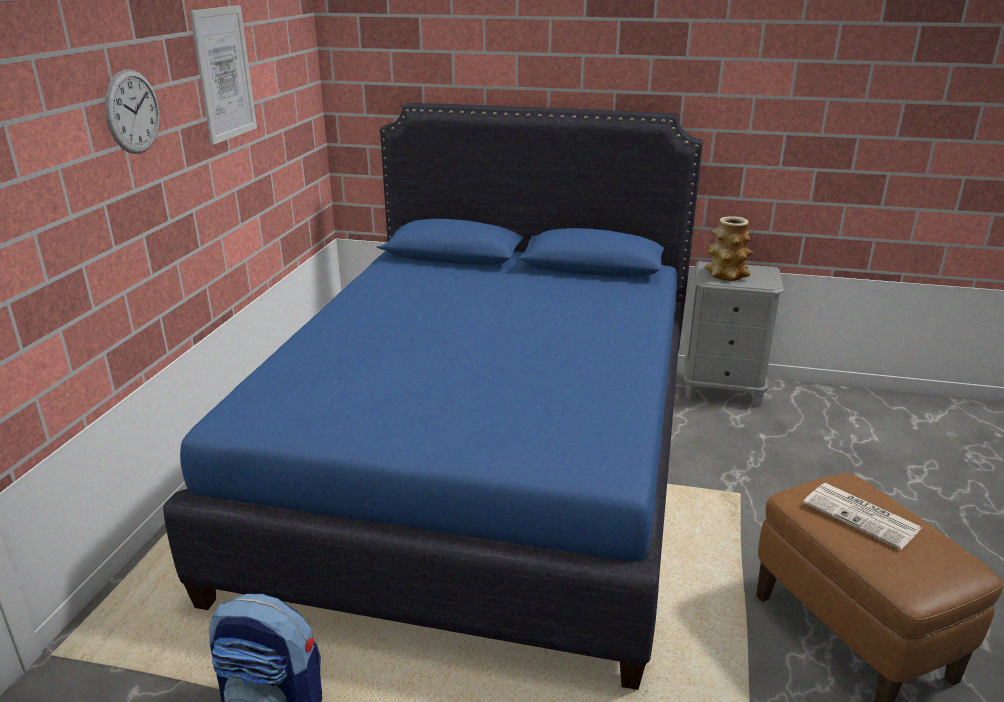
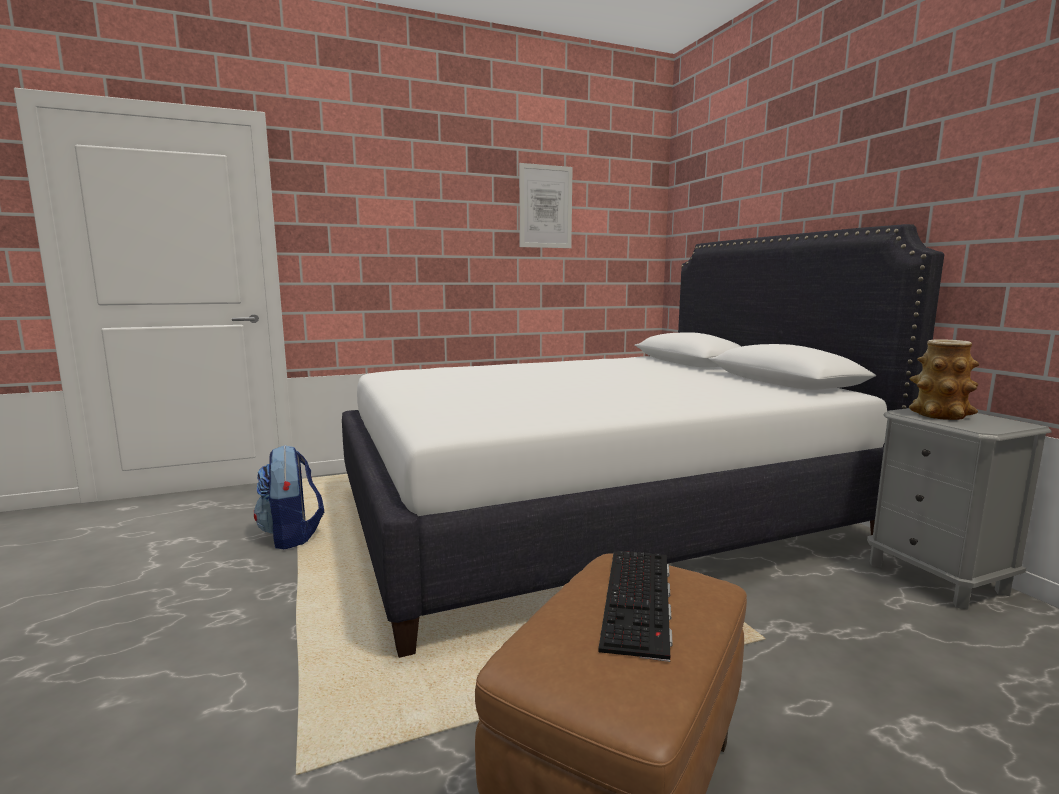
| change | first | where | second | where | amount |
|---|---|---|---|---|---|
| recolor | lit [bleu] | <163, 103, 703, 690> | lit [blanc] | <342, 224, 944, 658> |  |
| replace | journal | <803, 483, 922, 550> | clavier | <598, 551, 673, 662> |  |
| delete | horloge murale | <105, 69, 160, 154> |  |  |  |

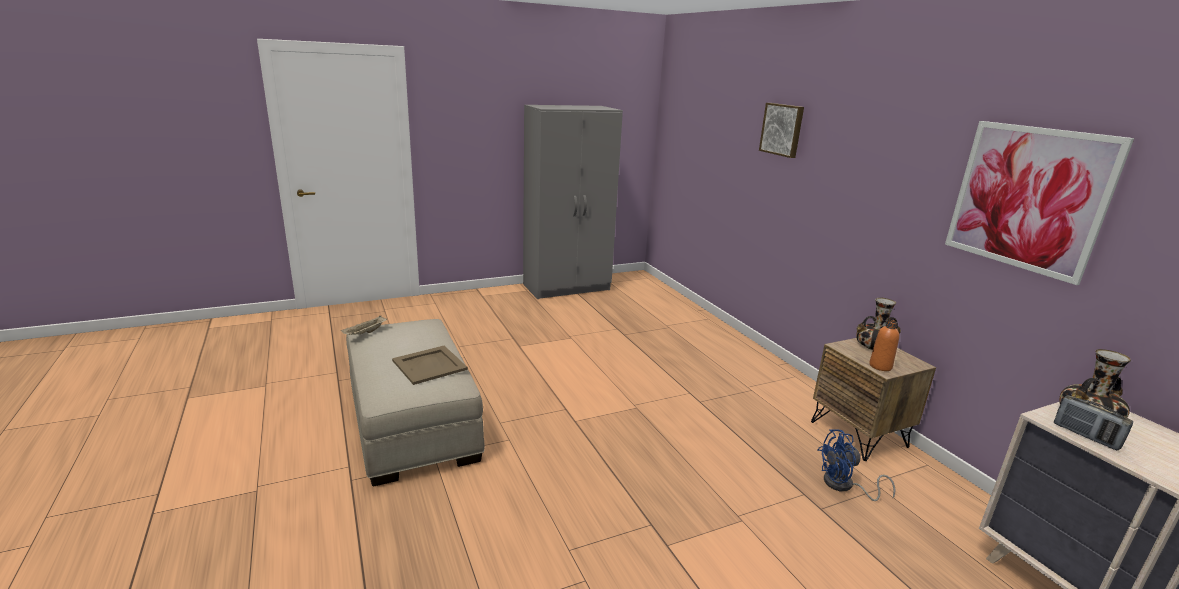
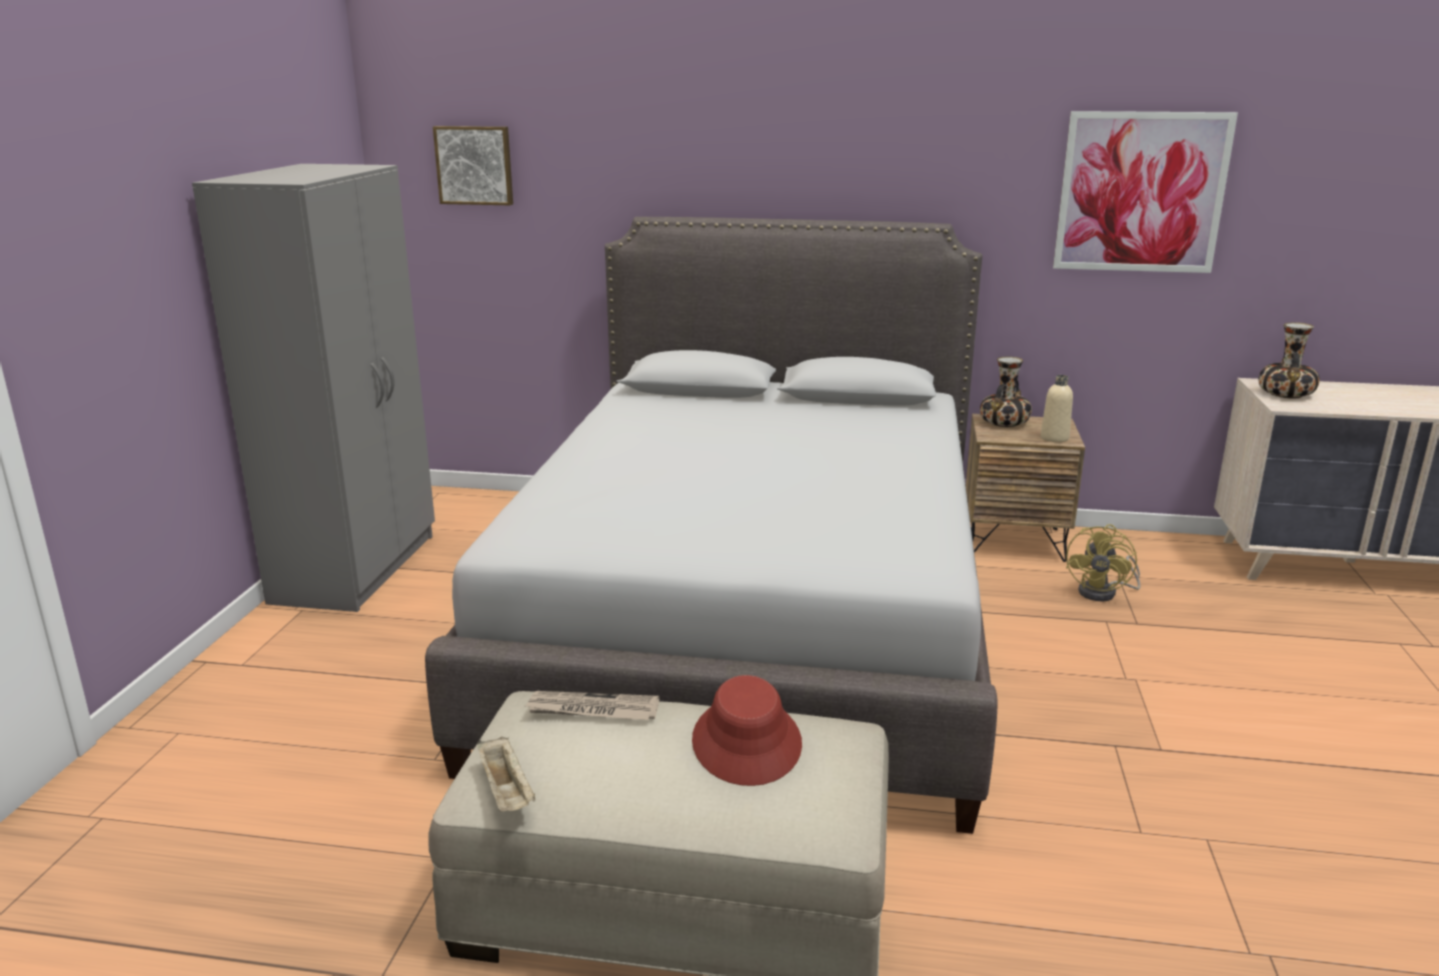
| change | first | where | second | where | amount |
|---|---|---|---|---|---|
| insert |  |  | lit [gris] | <425, 217, 998, 834> |  |
| move | tableau | <759, 103, 804, 158> |  | <433, 126, 513, 205> |  |
| insert |  |  | journal | <525, 691, 659, 720> |  |
| replace | plateau [beige] | <392, 346, 468, 385> | chapeau [rouge] | <692, 675, 802, 786> |  |
| recolor | bouteille [orange] | <869, 320, 899, 371> | bouteille [beige] | <1041, 375, 1073, 442> |  |
| recolor | ventilateur [bleu] | <817, 429, 896, 501> | ventilateur [jaune] | <1066, 524, 1140, 602> |  |
| delete | radio | <1054, 395, 1133, 450> |  |  |  |

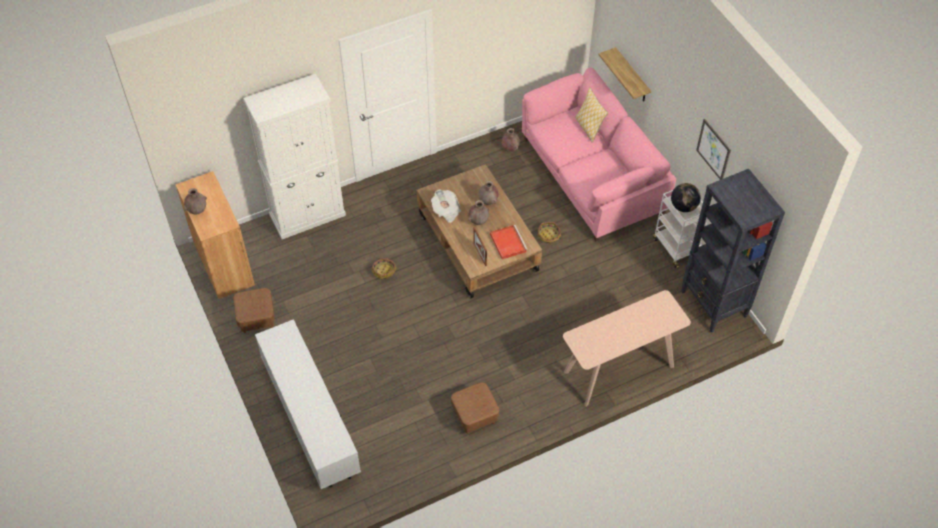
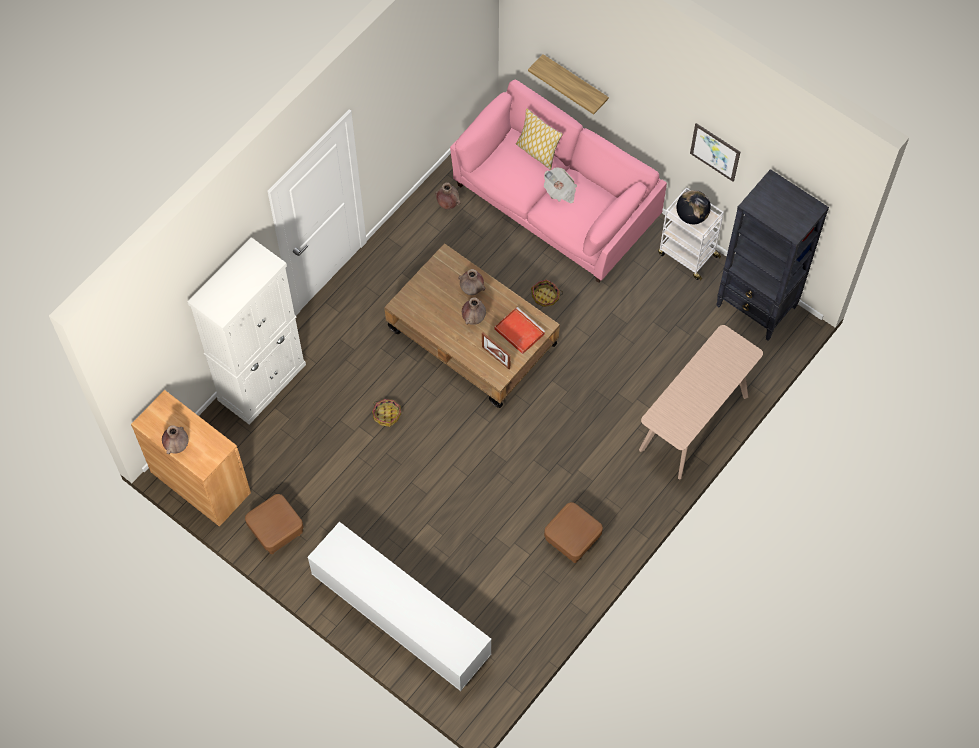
| change | first | where | second | where | amount |
|---|---|---|---|---|---|
| move | journal | <431, 189, 461, 223> |  | <544, 167, 577, 203> |  |

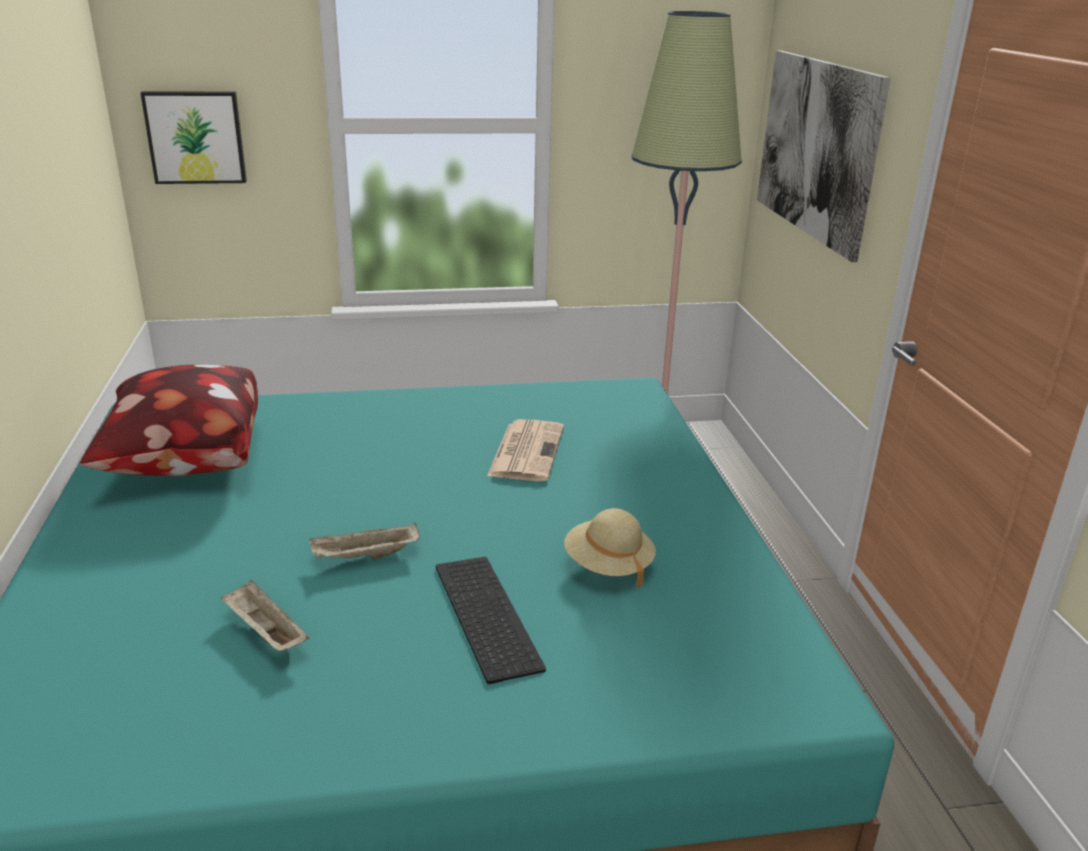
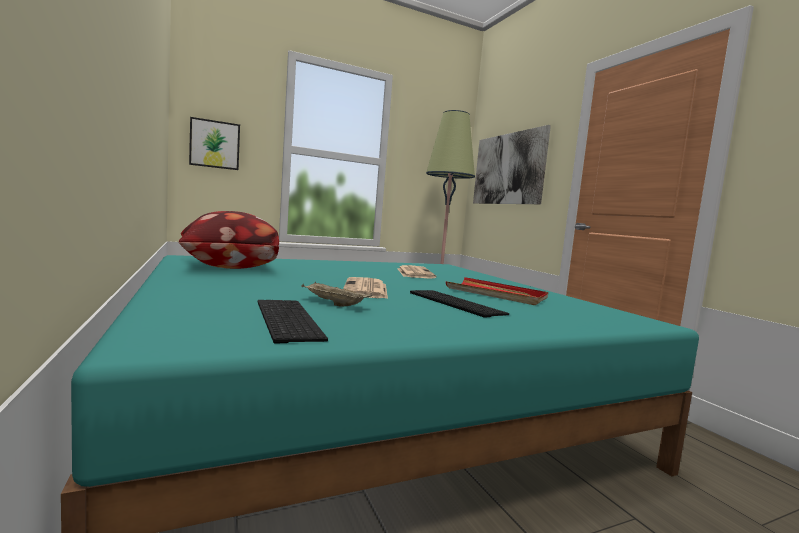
| change | first | where | second | where | amount |
|---|---|---|---|---|---|
| insert |  |  | clavier | <258, 300, 328, 344> |  |
| replace | plateau [beige] | <309, 523, 420, 559> | journal | <343, 277, 388, 299> |  |
| replace | chapeau [beige] | <564, 508, 656, 587> | plateau [rouge] | <446, 277, 548, 305> |  |

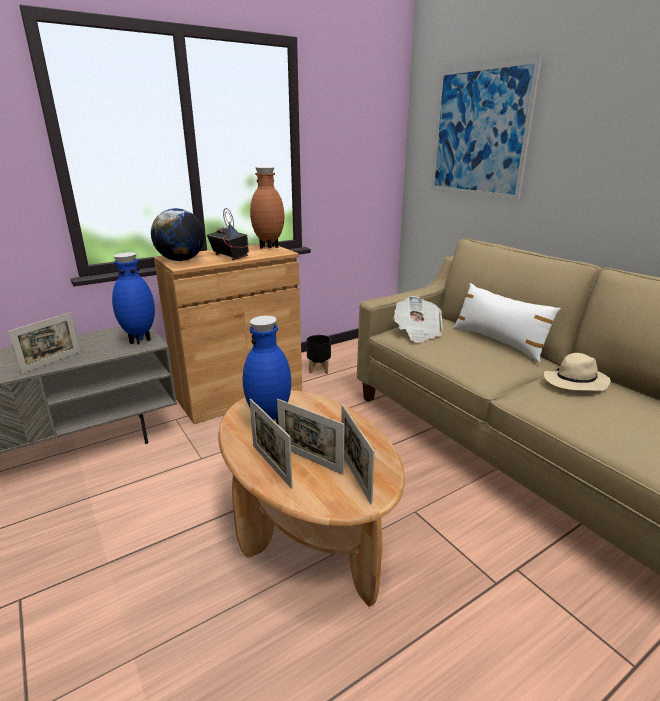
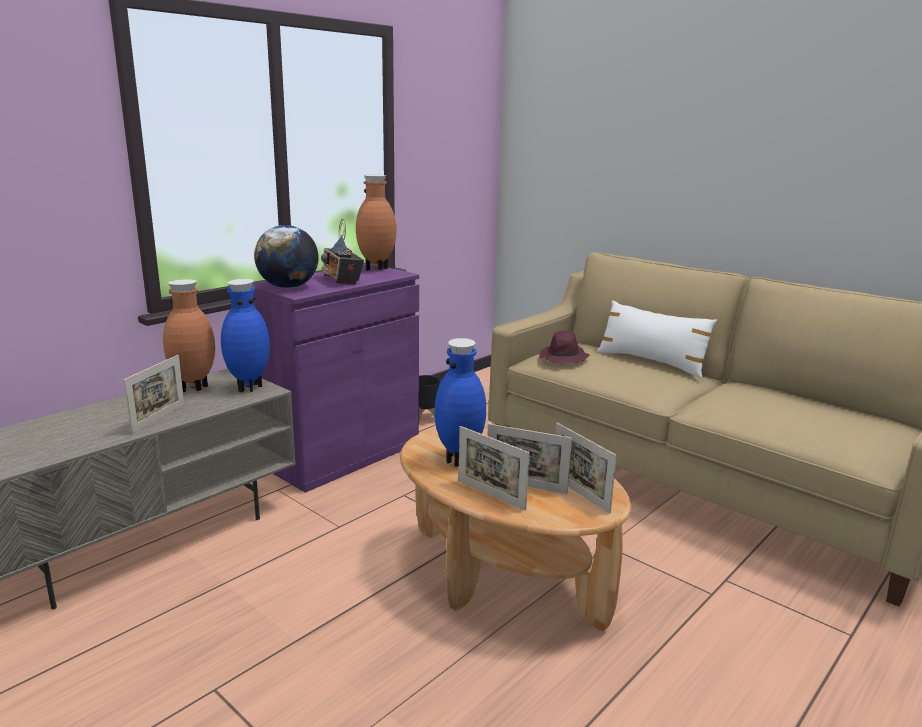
| change | first | where | second | where | amount |
|---|---|---|---|---|---|
| insert |  |  | vase [marron] | <163, 279, 215, 392> |  |
| recolor | meuble de rangement [marron] | <154, 244, 302, 424> | meuble de rangement [violet] | <252, 264, 419, 493> |  |
| rotate | radio | <207, 208, 249, 260> |  | <321, 219, 364, 284> | 150 degrees counterclockwise |
| replace | journal | <393, 296, 443, 343> | chapeau [violet] | <539, 331, 590, 364> |  |
| delete | tableau | <431, 57, 542, 200> |  |  |  |
| delete | chapeau [beige] | <544, 353, 611, 391> |  |  |  |

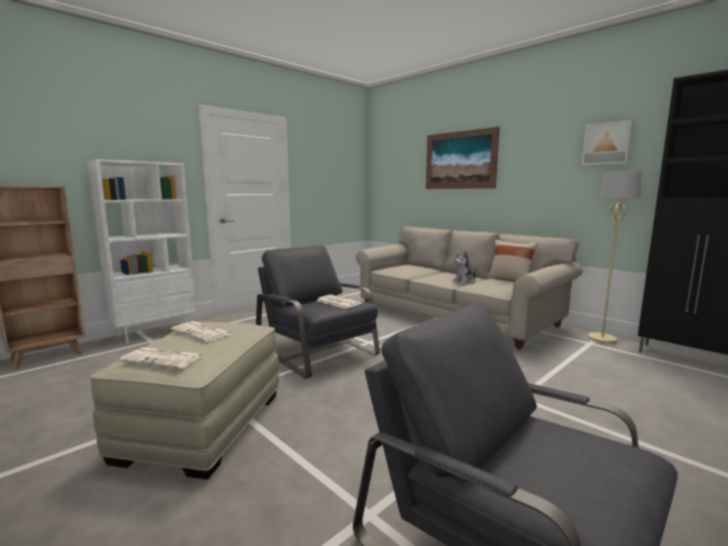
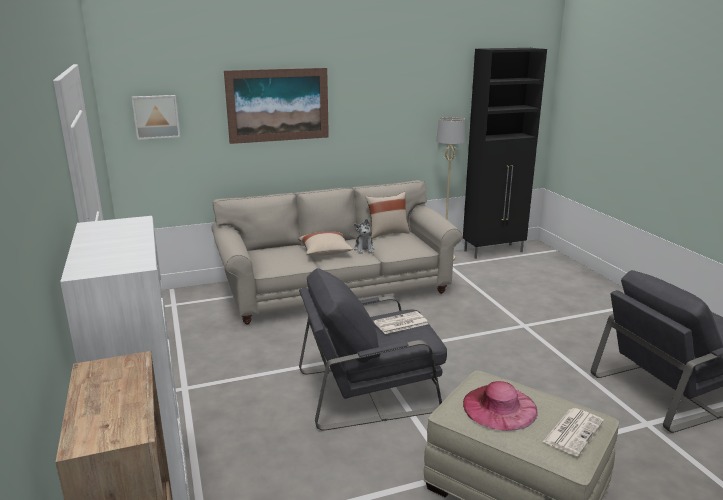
| change | first | where | second | where | amount |
|---|---|---|---|---|---|
| move | tableau | <582, 120, 633, 165> |  | <132, 95, 180, 140> |  |
| insert |  |  | coussin [beige] | <298, 231, 353, 256> |  |
| replace | journal | <171, 321, 232, 342> | chapeau [rose] | <463, 381, 538, 431> |  |

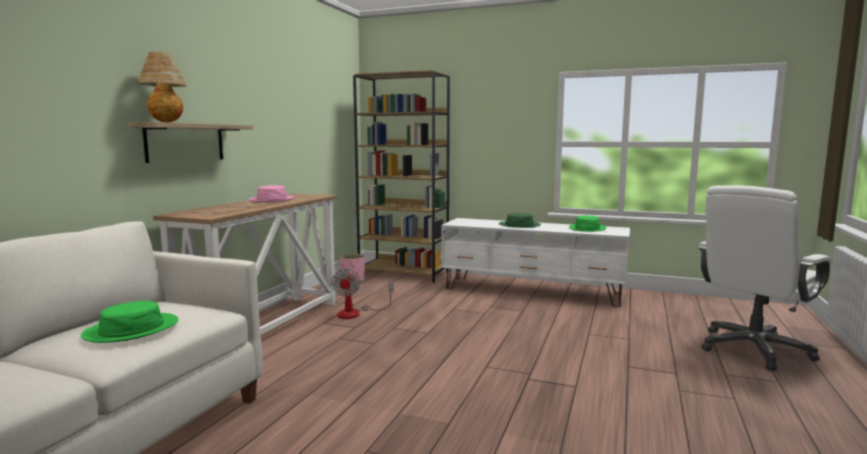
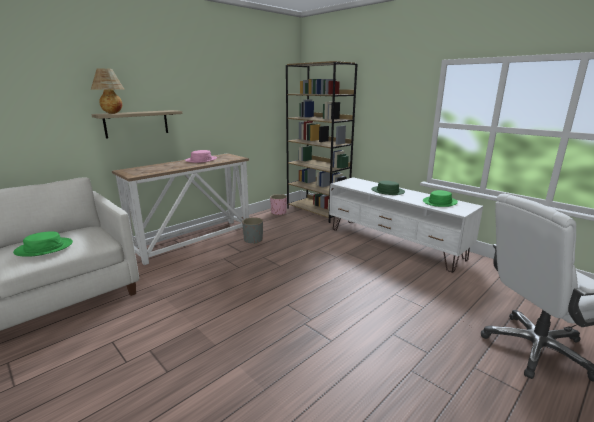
| change | first | where | second | where | amount |
|---|---|---|---|---|---|
| replace | ventilateur | <332, 269, 394, 319> | cache-pot [gris] | <242, 217, 263, 244> |  |

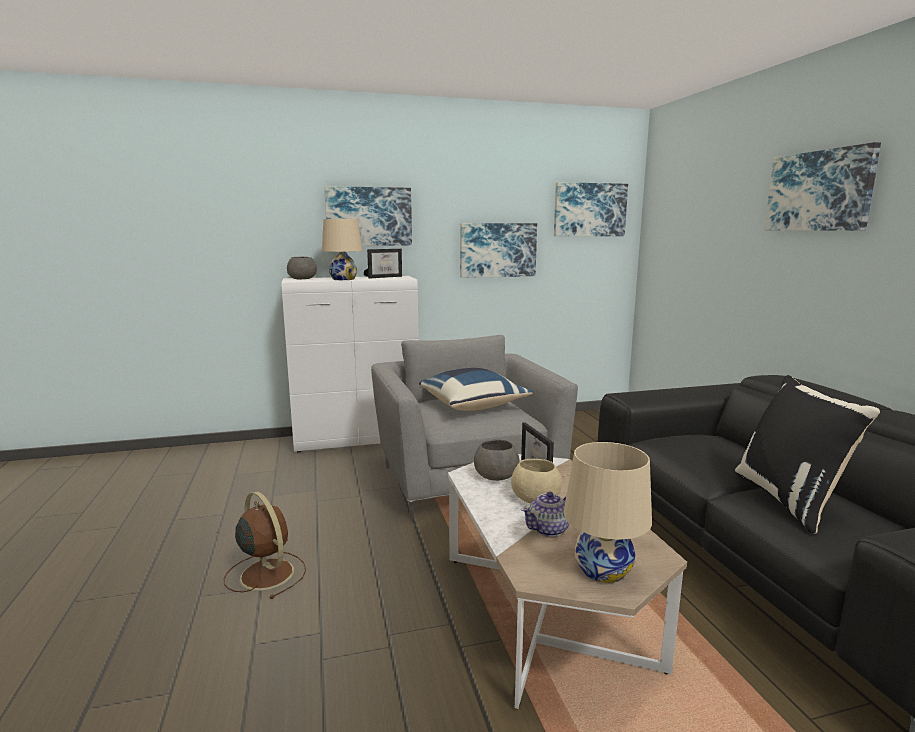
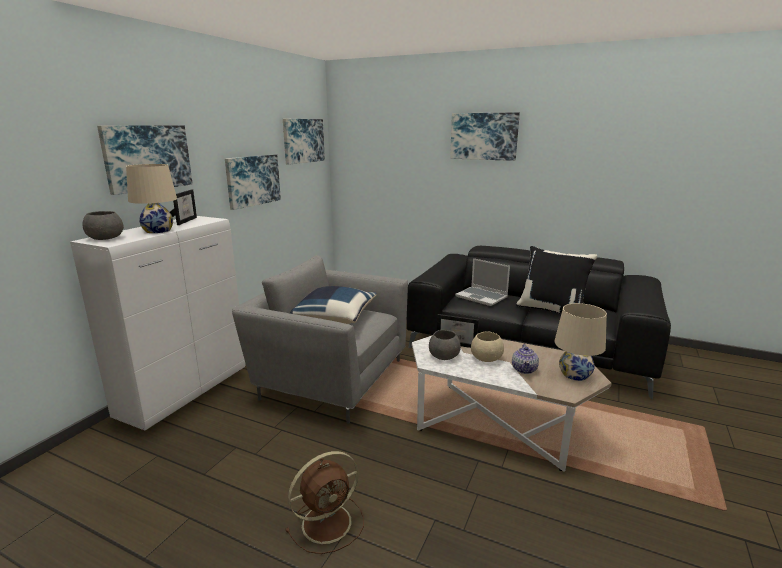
| change | first | where | second | where | amount |
|---|---|---|---|---|---|
| rotate | ventilateur [marron] | <224, 492, 306, 599> |  | <286, 451, 364, 554> | 150 degrees clockwise |
| insert |  |  | ordinateur portable | <455, 258, 510, 306> |  |

